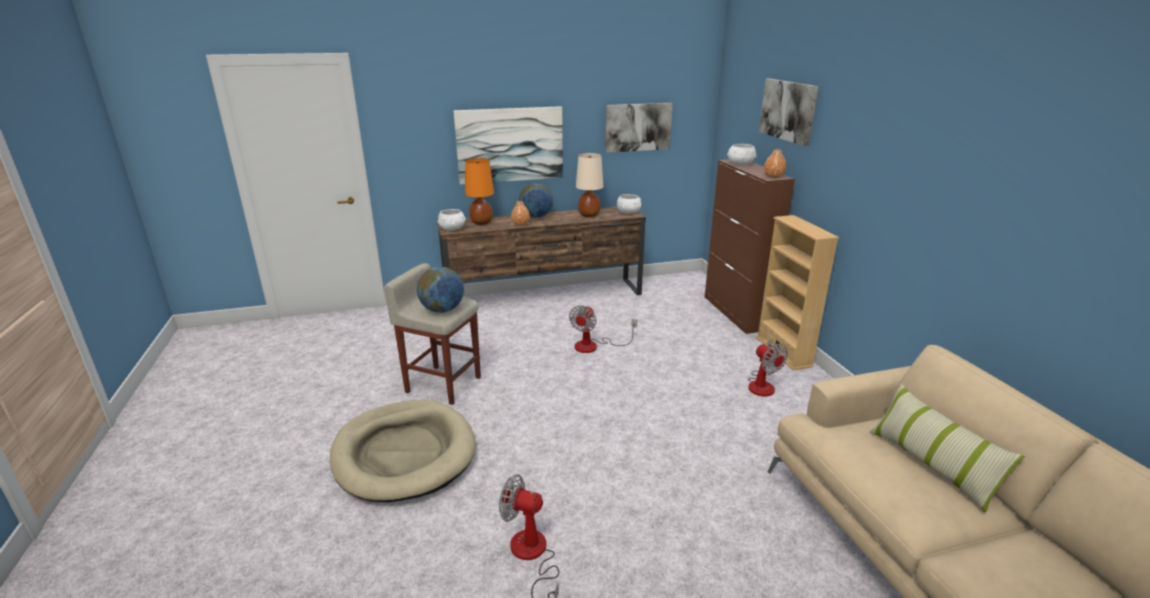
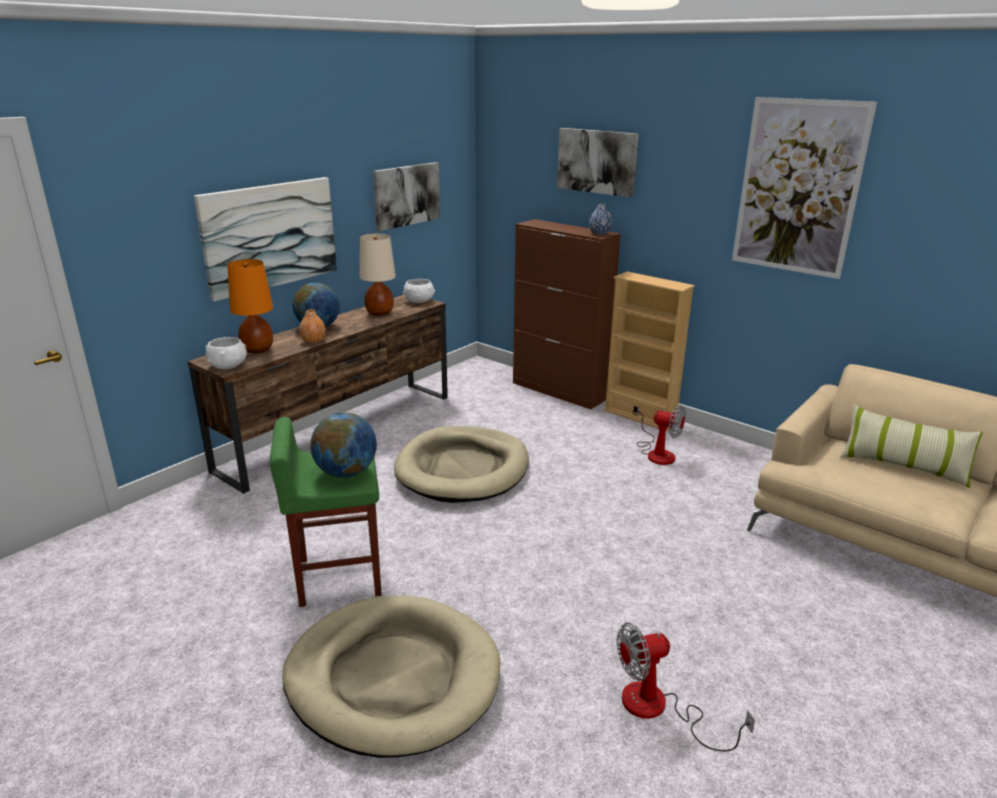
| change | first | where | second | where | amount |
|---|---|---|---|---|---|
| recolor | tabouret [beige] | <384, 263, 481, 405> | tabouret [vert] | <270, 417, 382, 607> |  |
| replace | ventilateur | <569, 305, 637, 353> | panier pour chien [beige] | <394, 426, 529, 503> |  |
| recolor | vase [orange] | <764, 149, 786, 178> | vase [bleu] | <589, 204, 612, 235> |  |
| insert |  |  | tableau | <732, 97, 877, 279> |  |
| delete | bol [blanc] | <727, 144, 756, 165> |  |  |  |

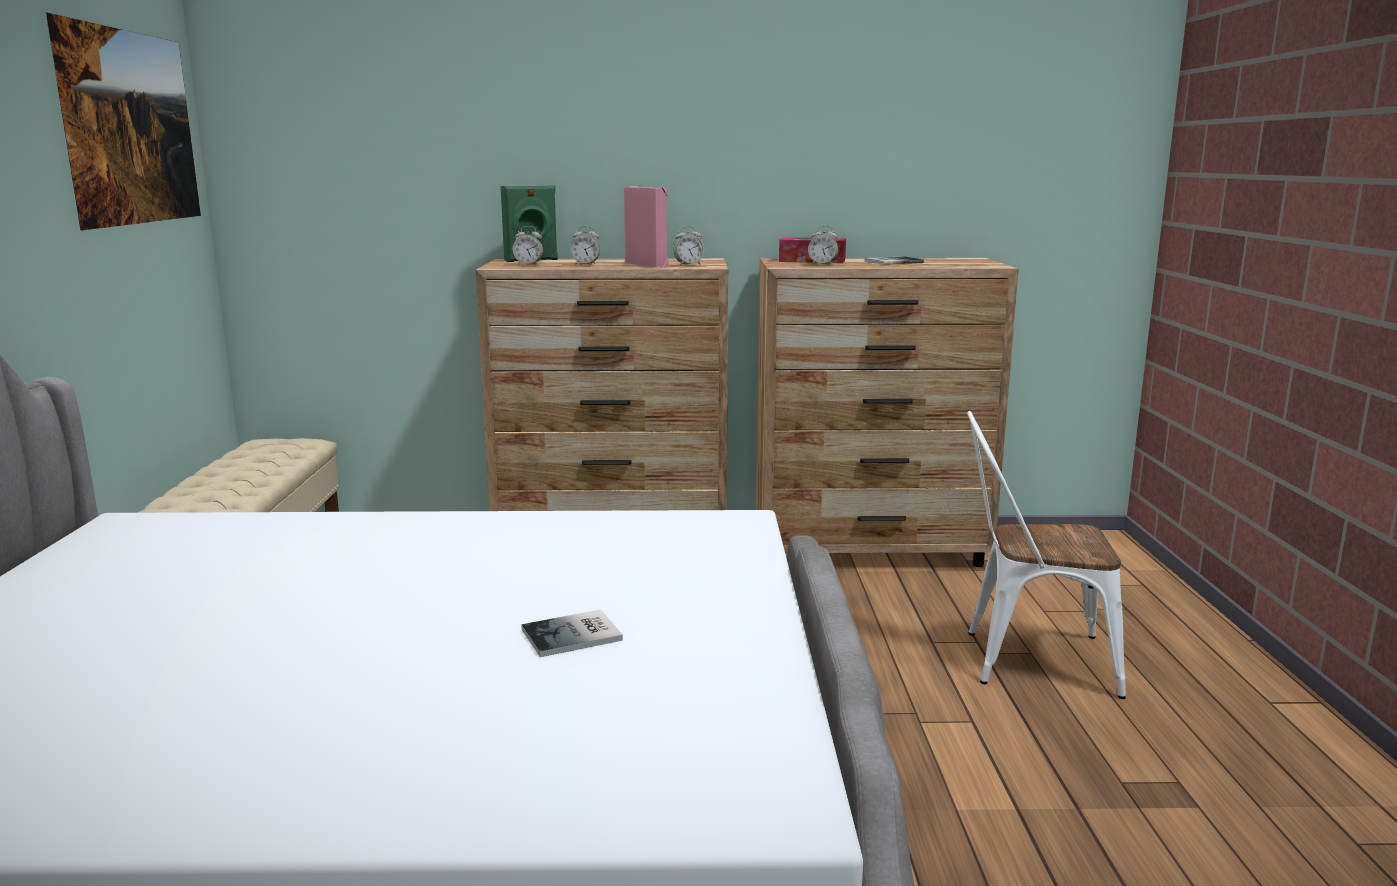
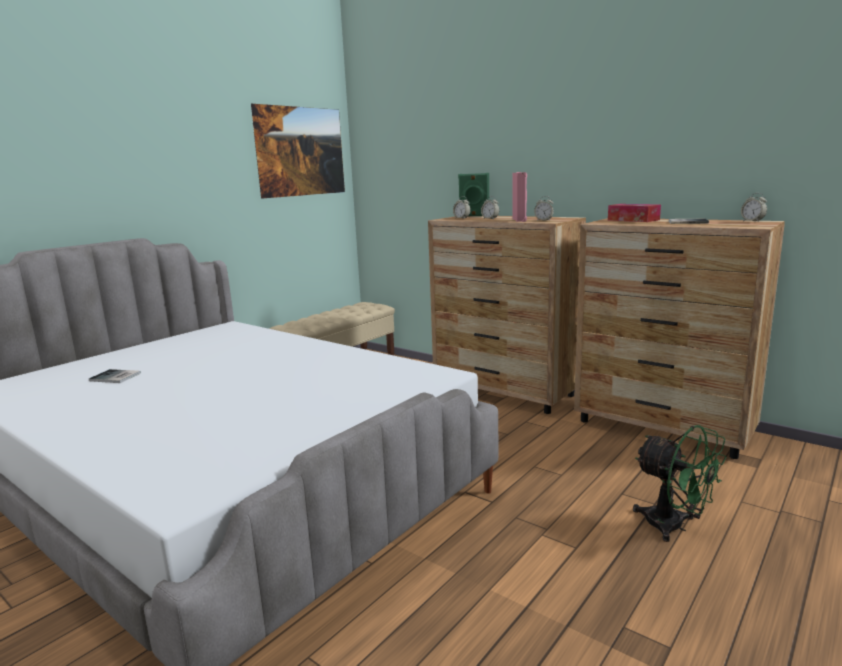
| change | first | where | second | where | amount |
|---|---|---|---|---|---|
| move | livre | <521, 609, 623, 657> |  | <89, 369, 141, 383> |  |
| replace | chaise [blanc] | <967, 411, 1126, 699> | ventilateur [vert] | <633, 425, 727, 542> |  |
| move | réveil | <808, 226, 838, 265> |  | <741, 193, 767, 221> |  |

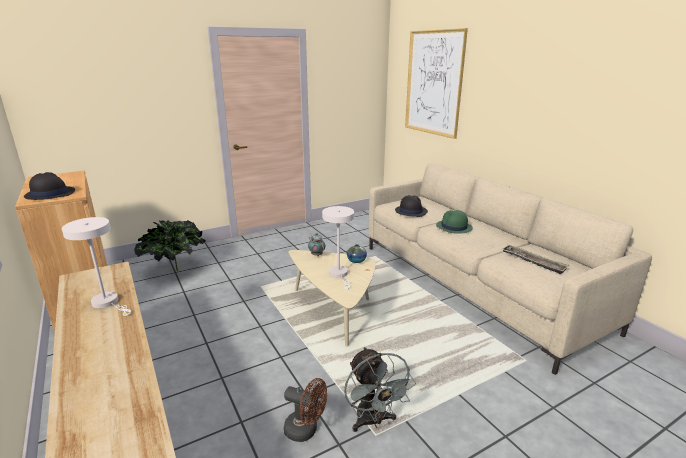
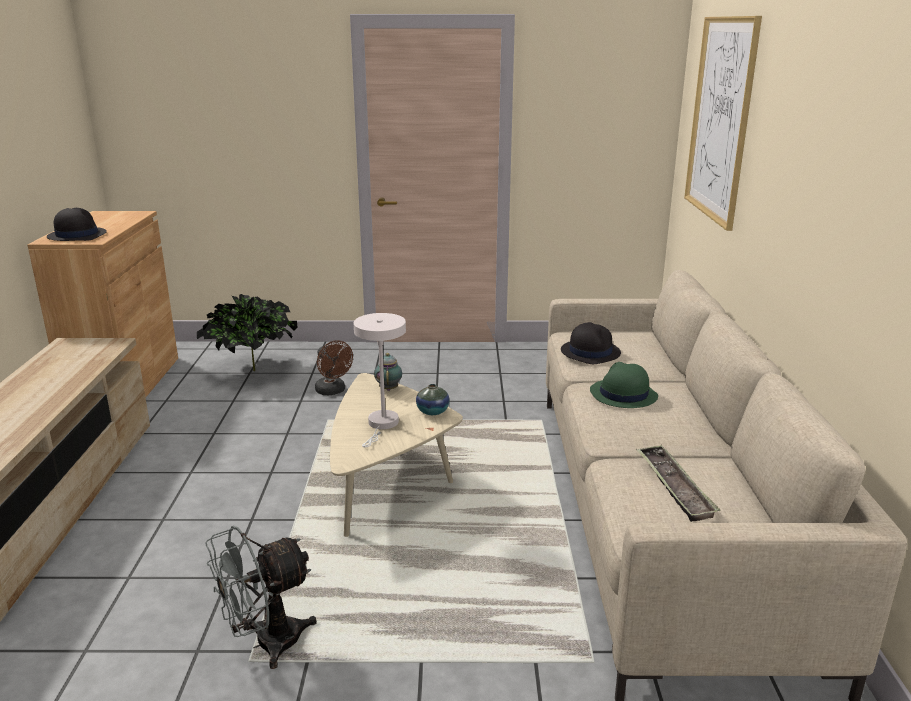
| change | first | where | second | where | amount |
|---|---|---|---|---|---|
| rotate | ventilateur [gris] | <344, 347, 416, 432> |  | <206, 526, 317, 669> | 45 degrees clockwise |
| move | ventilateur [marron] | <284, 378, 327, 442> |  | <315, 340, 353, 395> |  |
| delete | lampe de table [blanc] | <62, 217, 131, 316> |  |  |  |

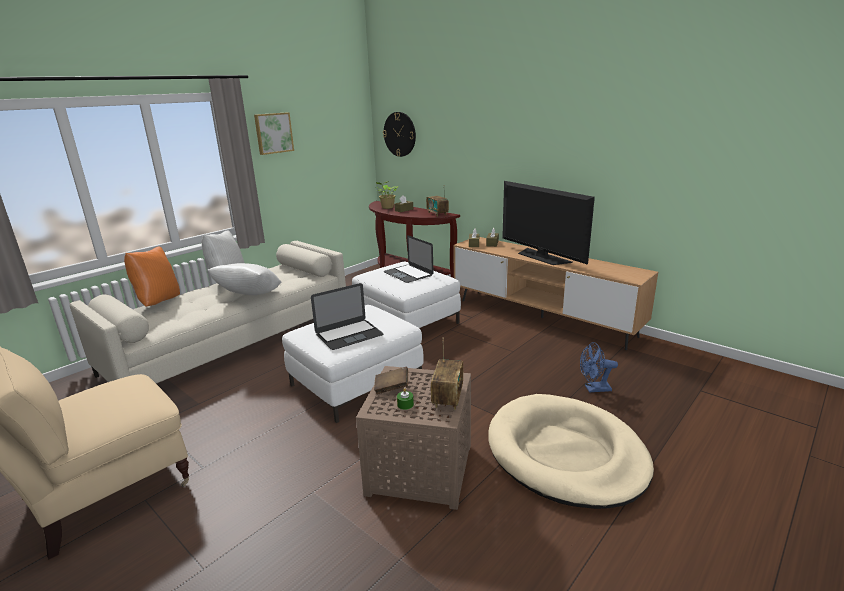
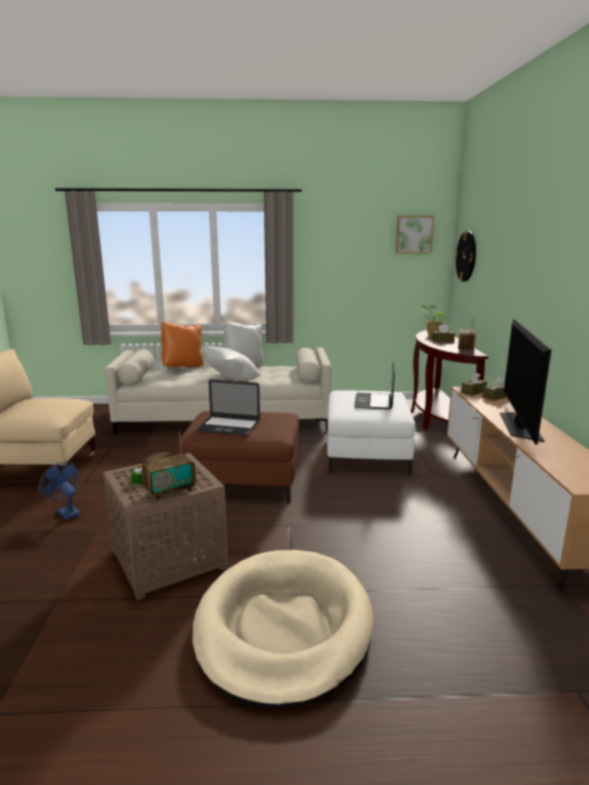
| change | first | where | second | where | amount |
|---|---|---|---|---|---|
| move | ventilateur [bleu] | <580, 342, 618, 393> |  | <39, 462, 81, 520> |  |
| recolor | pouf [blanc] | <282, 305, 424, 423> | pouf [marron] | <178, 411, 299, 502> |  |
| move | tableau | <254, 112, 294, 155> |  | <396, 216, 434, 253> |  |

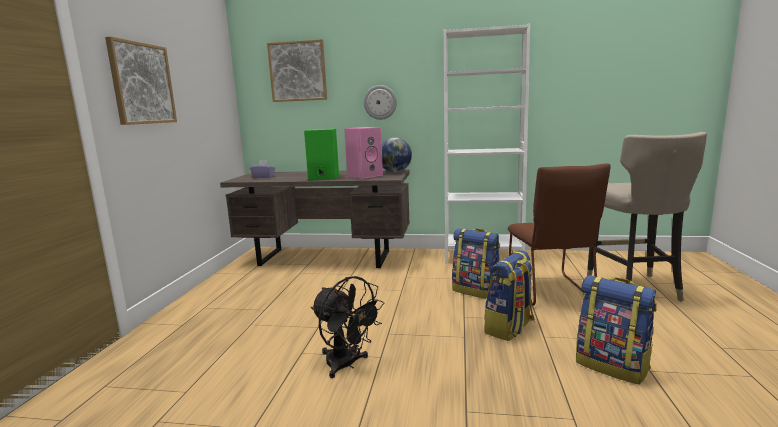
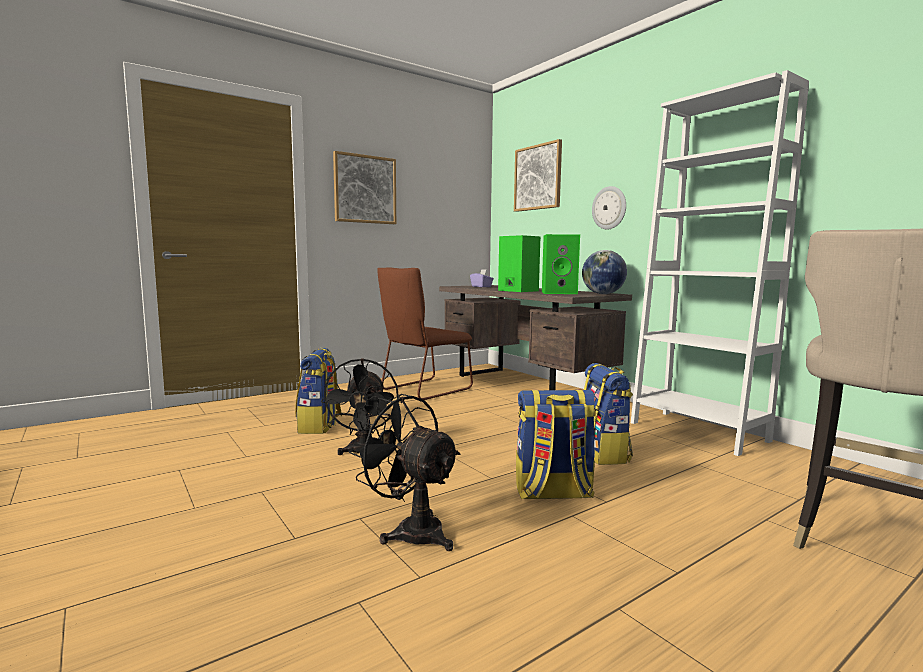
| change | first | where | second | where | amount |
|---|---|---|---|---|---|
| move | sac à dos | <576, 275, 657, 384> |  | <295, 348, 342, 434> |  |
| insert |  |  | ventilateur [noir] | <349, 394, 460, 551> |  |
| move | chaise [marron] | <508, 163, 611, 306> |  | <377, 268, 473, 400> |  |
| recolor | enceinte [rose] | <344, 127, 383, 179> | enceinte [vert] | <542, 234, 580, 294> |  |

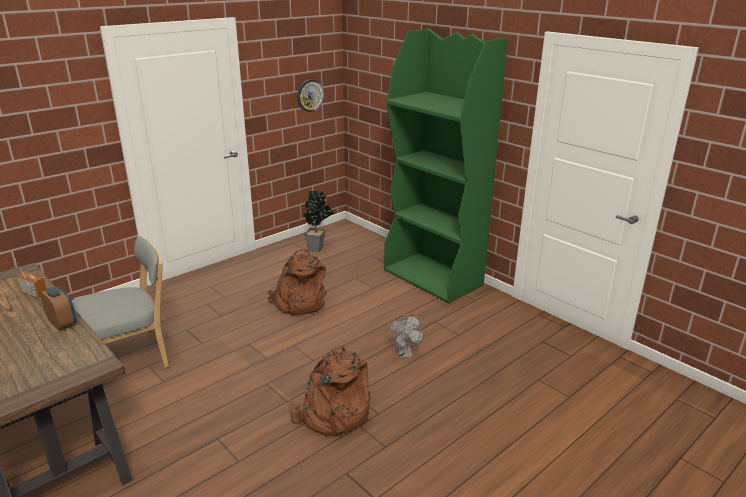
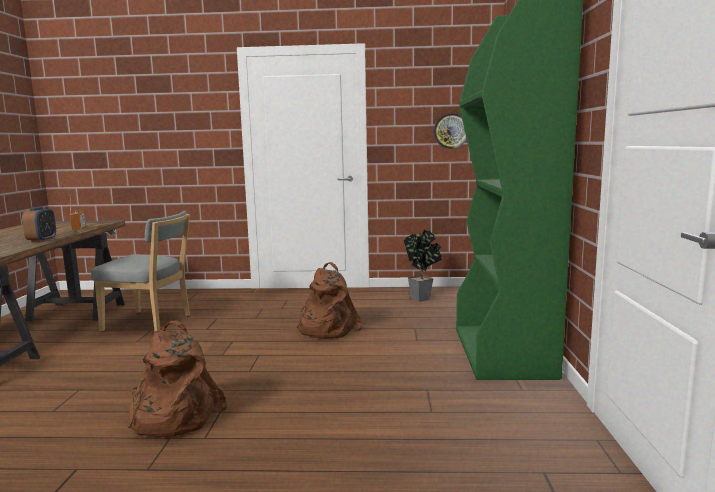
| change | first | where | second | where | amount |
|---|---|---|---|---|---|
| delete | ventilateur [gris] | <387, 314, 426, 358> |  |  |  |

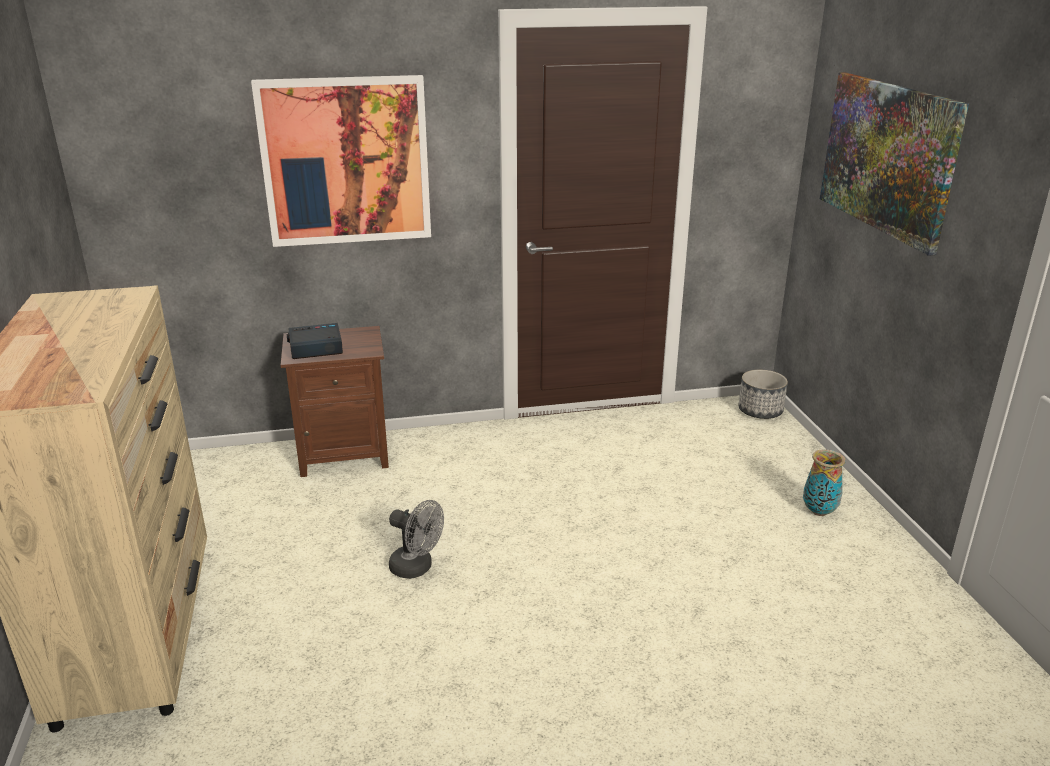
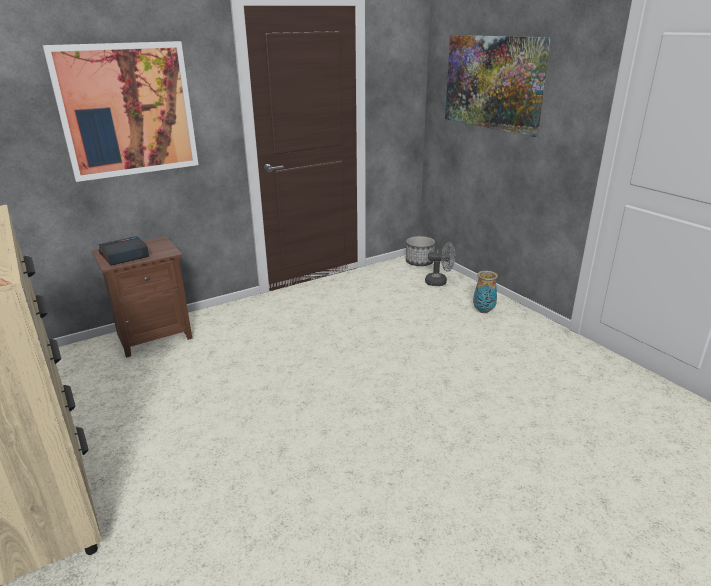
| change | first | where | second | where | amount |
|---|---|---|---|---|---|
| move | ventilateur [gris] | <389, 500, 444, 579> |  | <425, 242, 455, 286> |  |

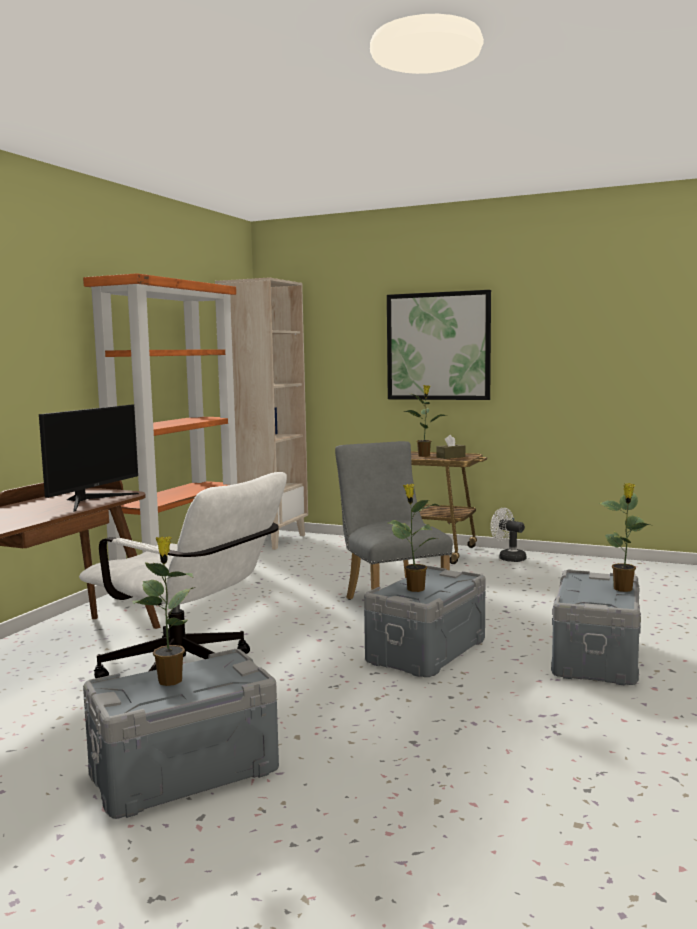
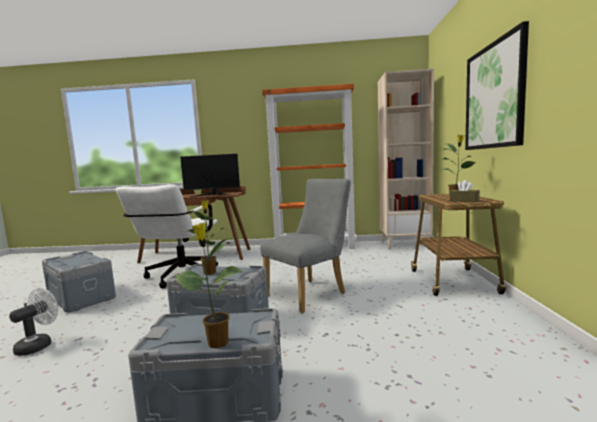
| change | first | where | second | where | amount |
|---|---|---|---|---|---|
| move | ventilateur [blanc] | <490, 508, 526, 562> |  | <9, 288, 58, 356> |  |
| delete | plante en pot | <133, 536, 195, 686> |  |  |  |

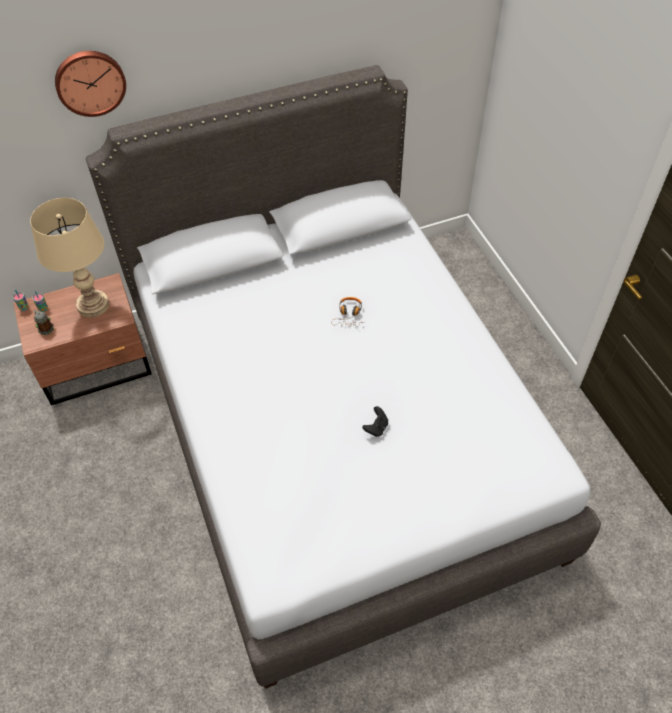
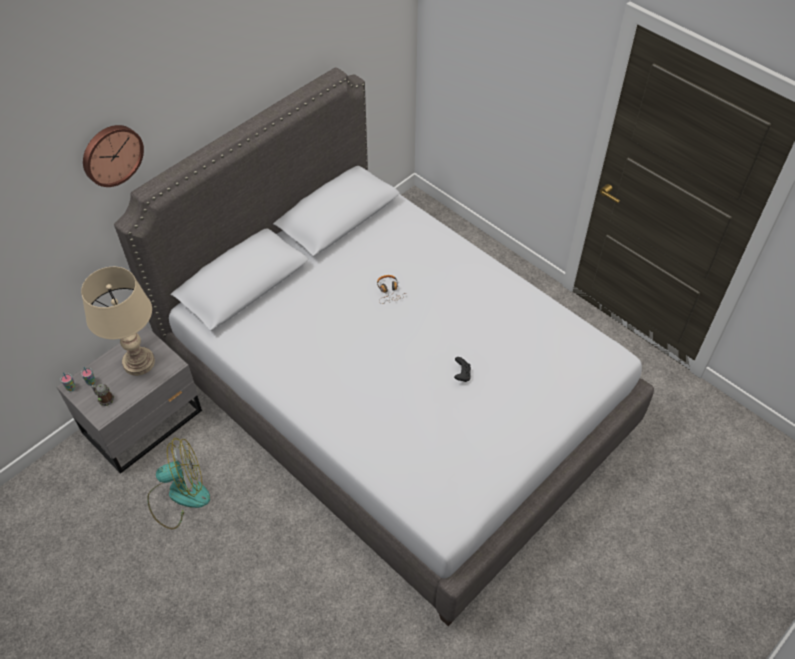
| change | first | where | second | where | amount |
|---|---|---|---|---|---|
| recolor | table de chevet [marron] | <13, 273, 152, 405> | table de chevet [gris] | <57, 325, 202, 474> |  |
| insert |  |  | ventilateur | <147, 438, 210, 529> |  |

